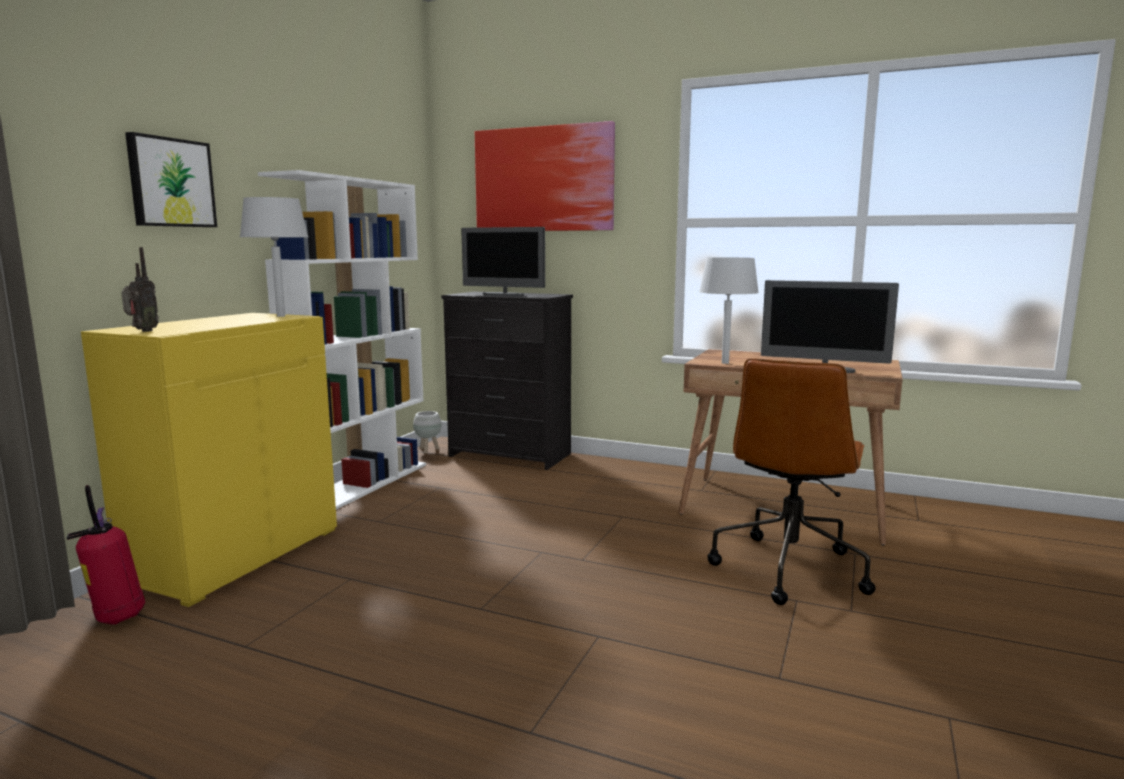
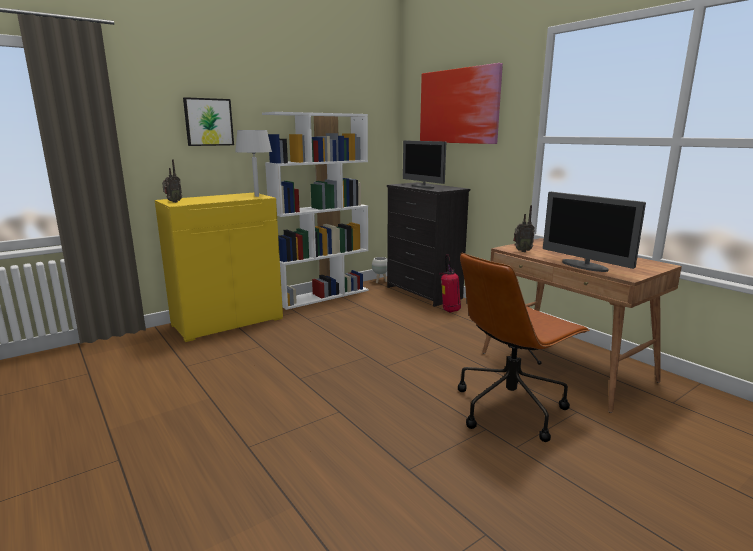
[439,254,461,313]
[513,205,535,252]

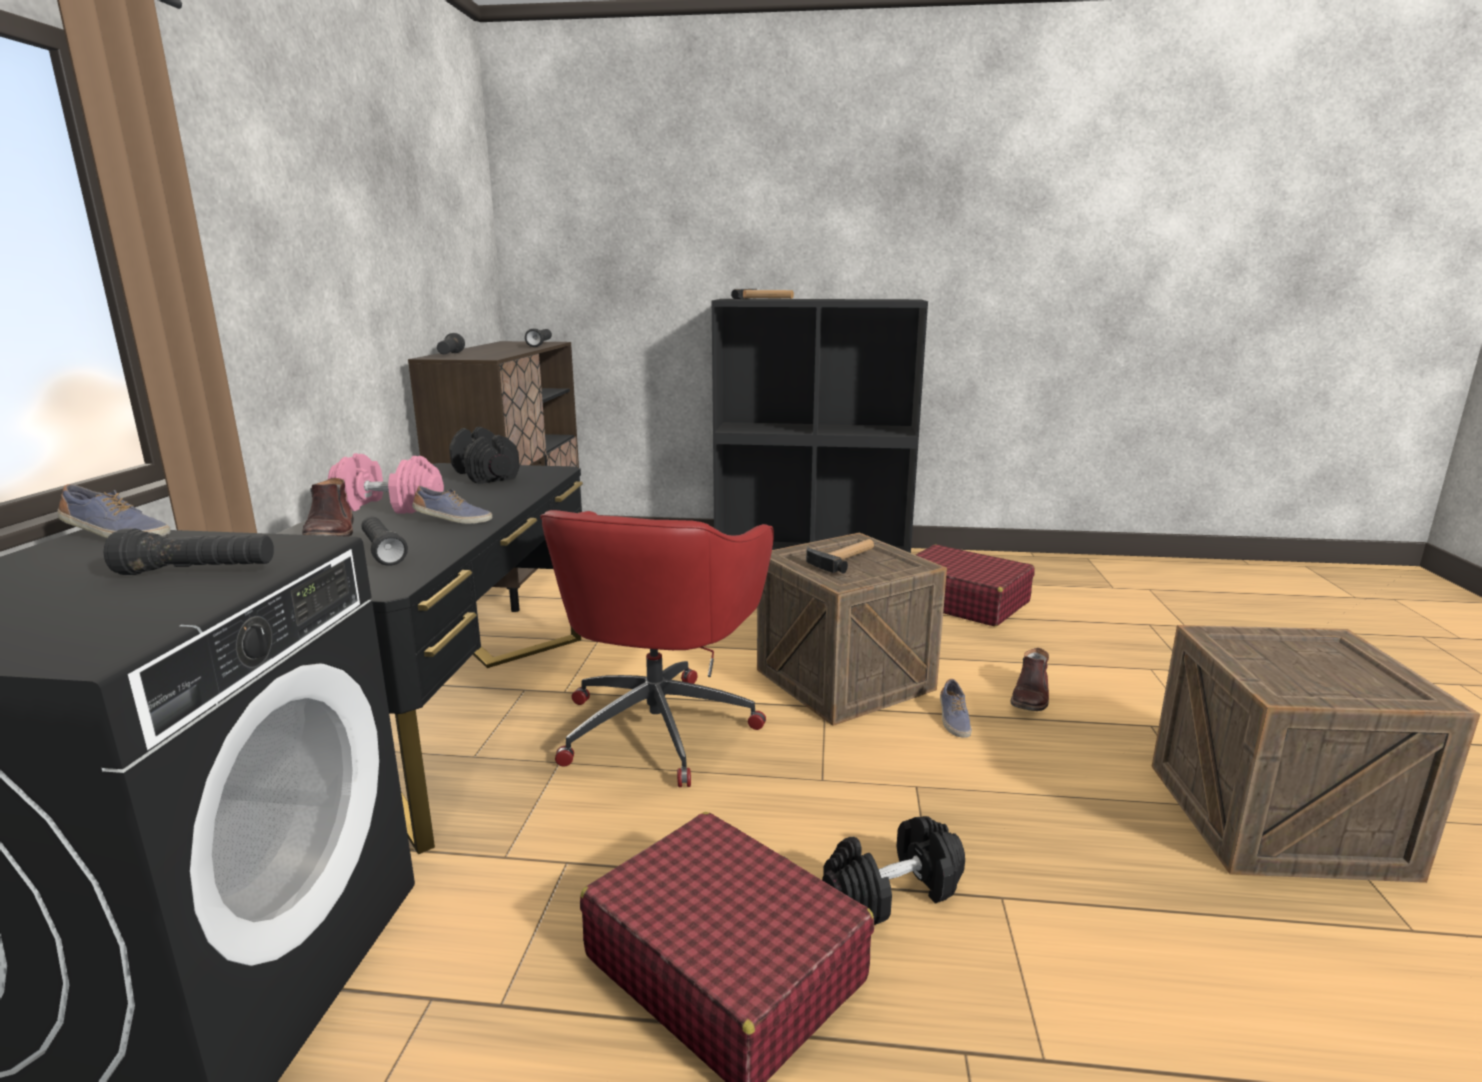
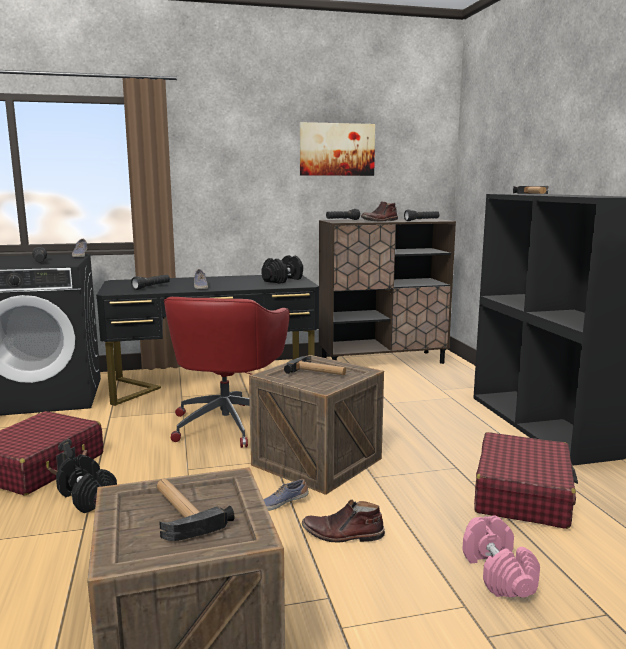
[361,202,398,222]
[462,515,540,597]
[164,297,290,448]
[157,479,234,541]
[300,122,375,176]

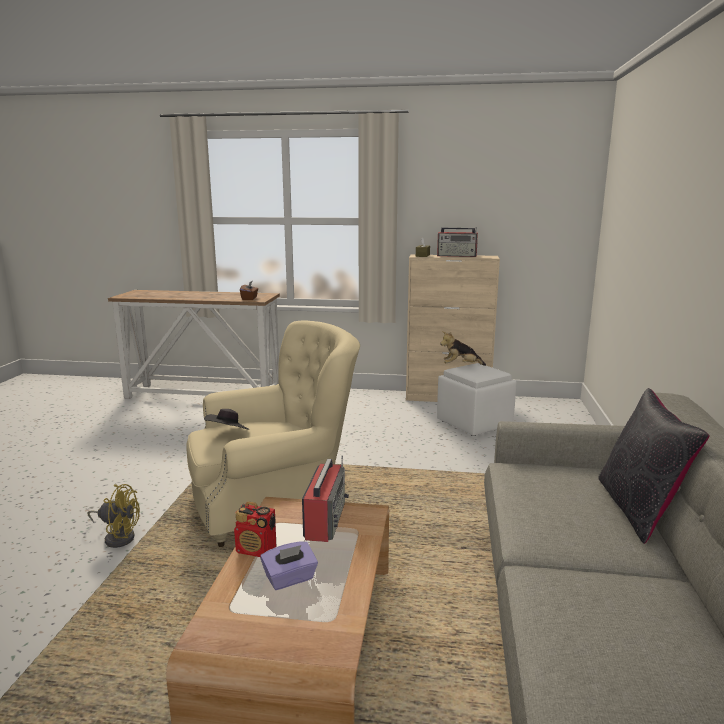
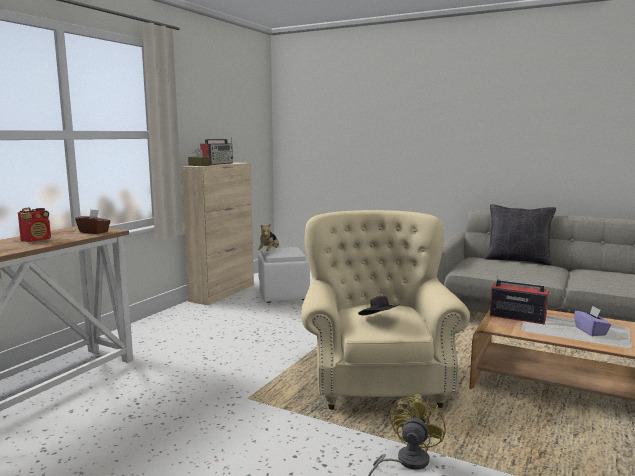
[18,208,51,242]

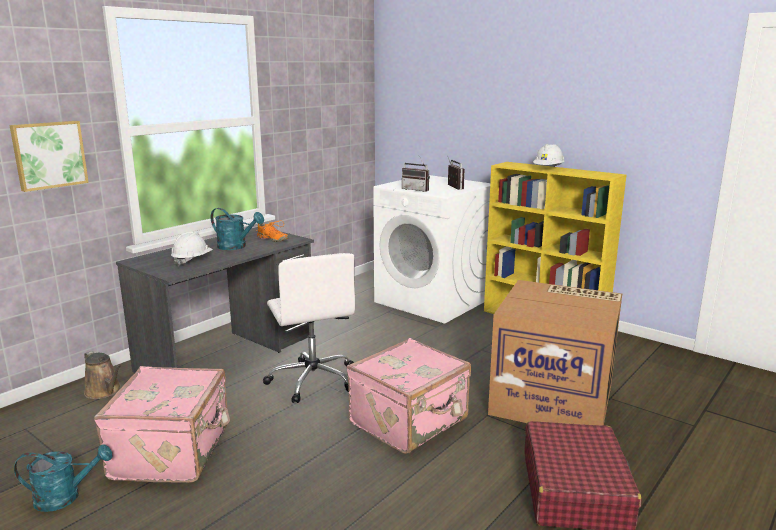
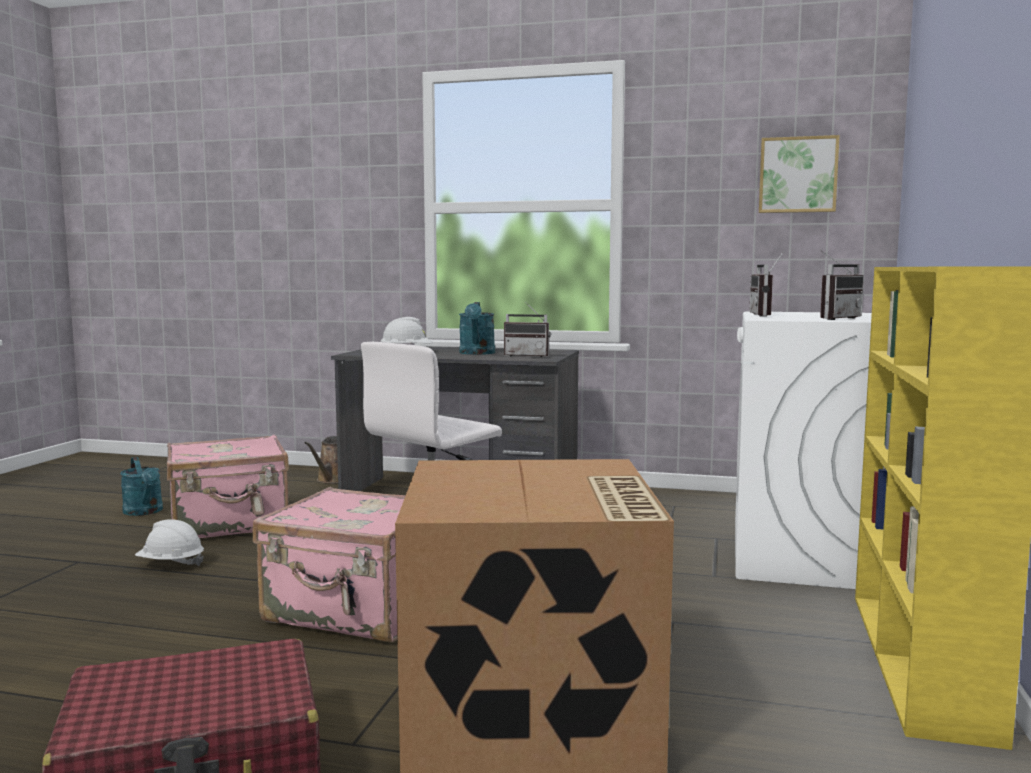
[759,135,840,213]
[504,302,551,357]
[135,519,204,566]

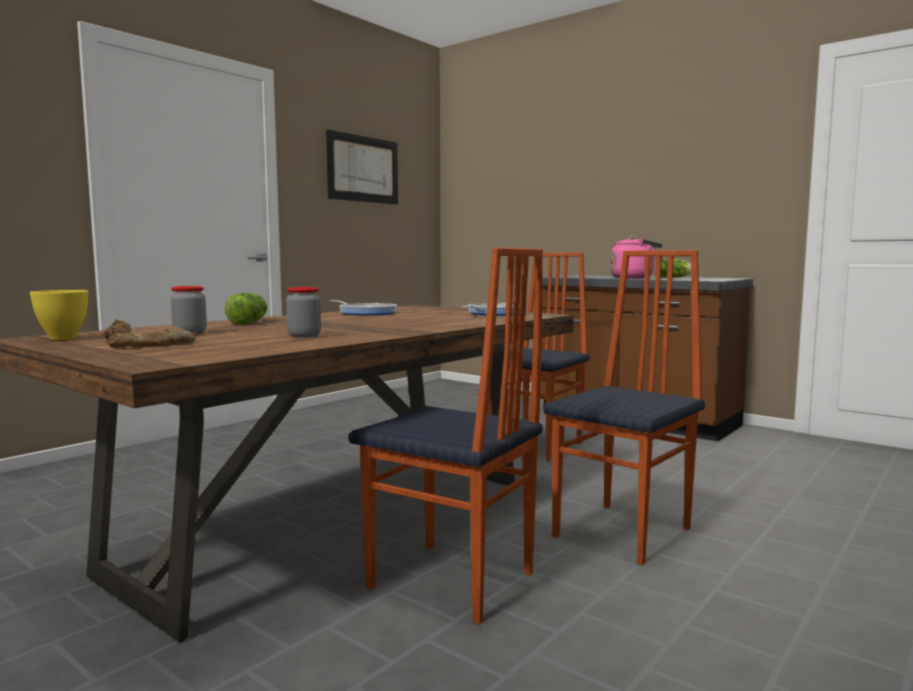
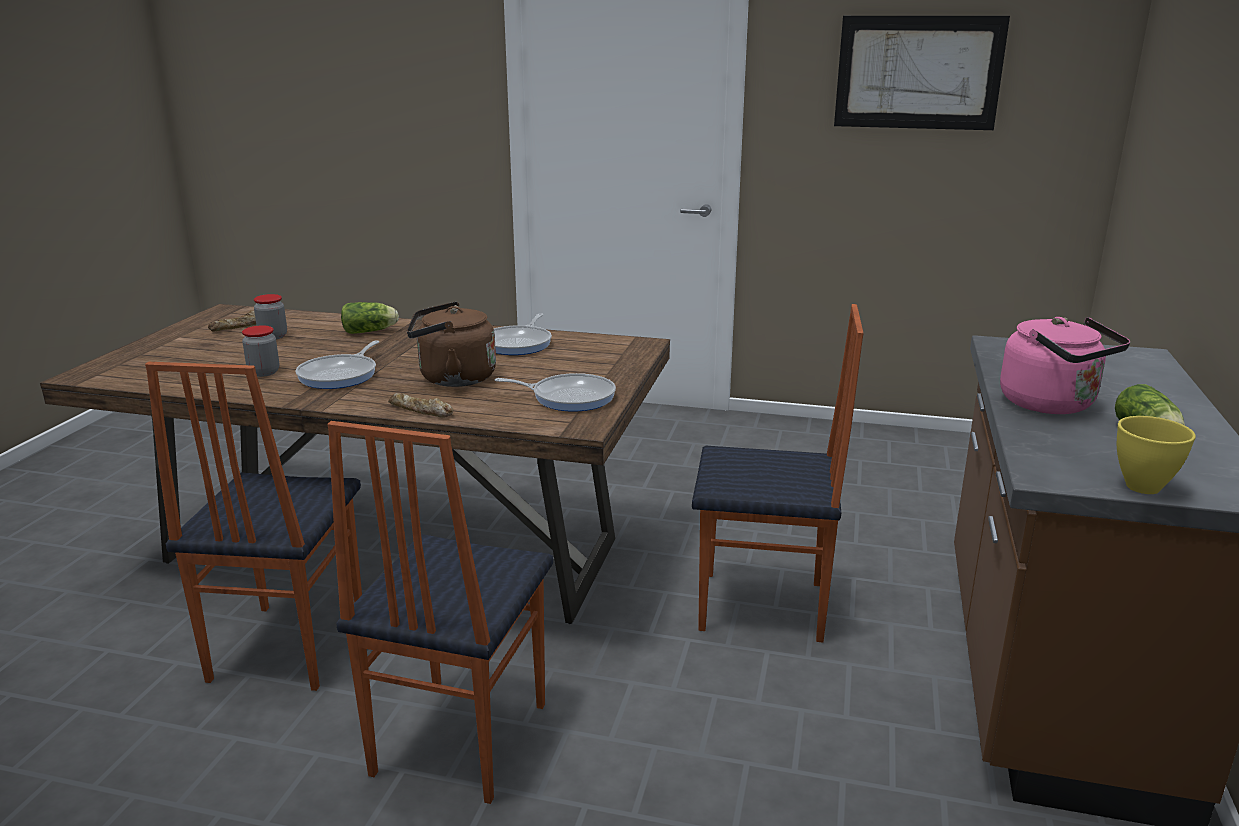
[1117,416,1196,494]
[388,393,453,418]
[328,421,553,804]
[295,341,379,389]
[407,302,496,387]

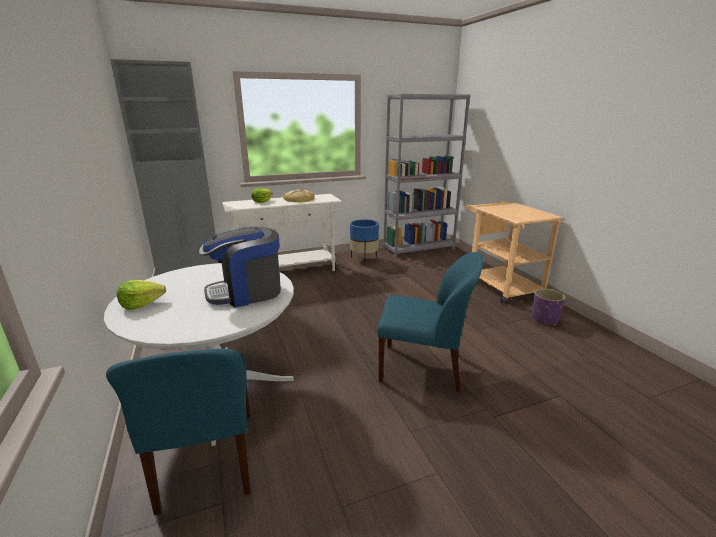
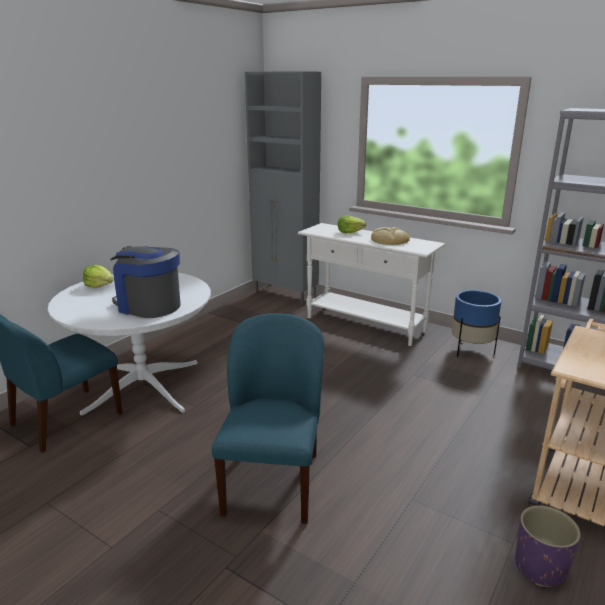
[212,313,324,524]

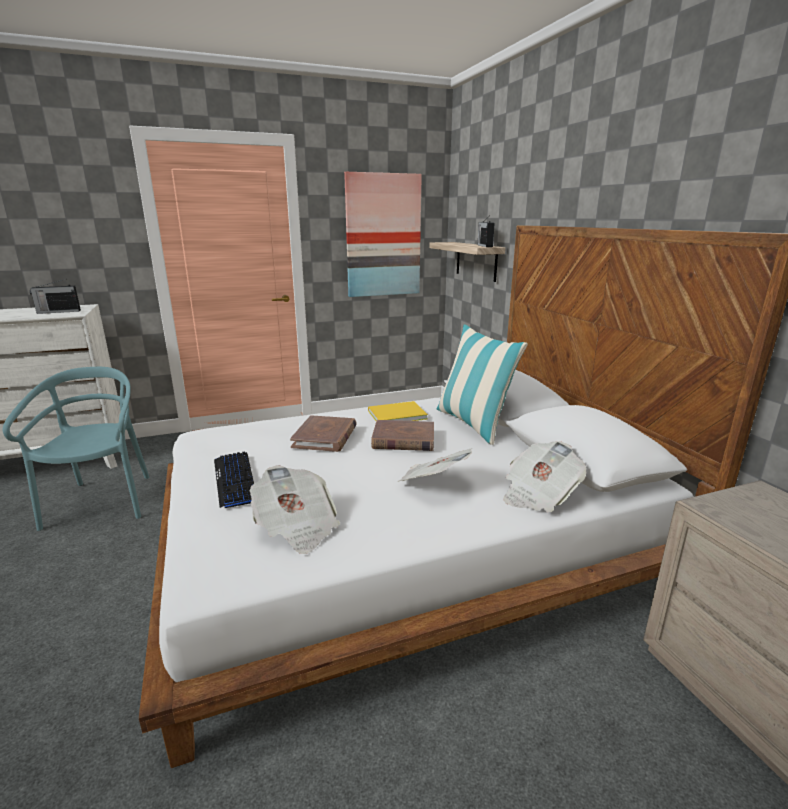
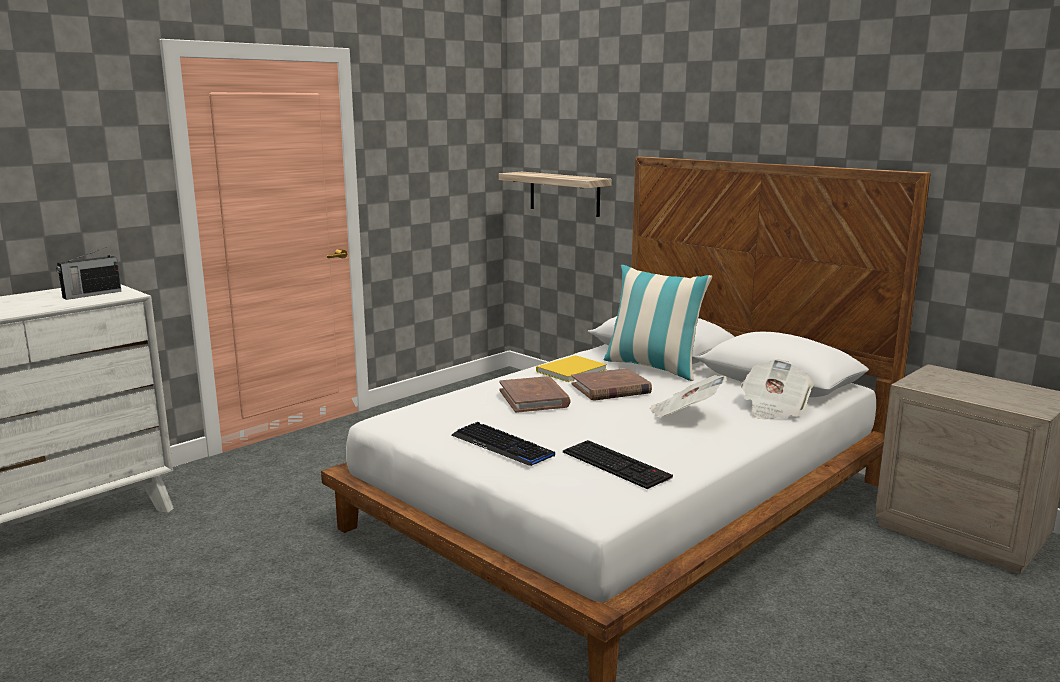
[3,367,149,531] (first image)
[563,440,673,489]
[344,172,422,297] (first image)
[478,218,495,247] (first image)

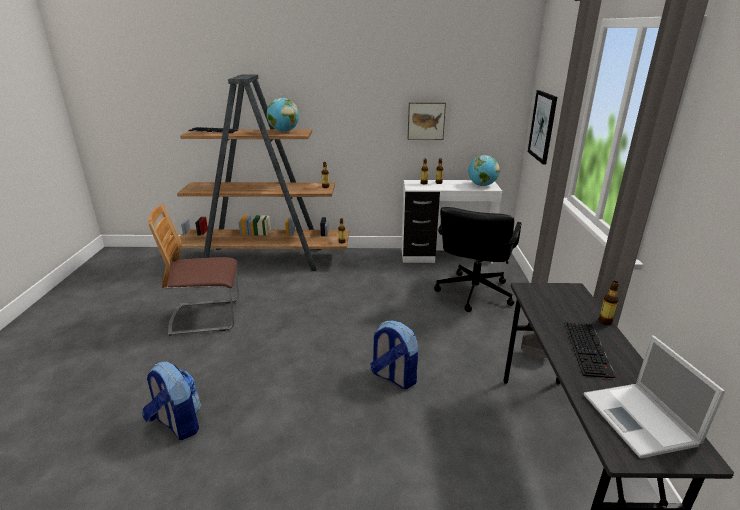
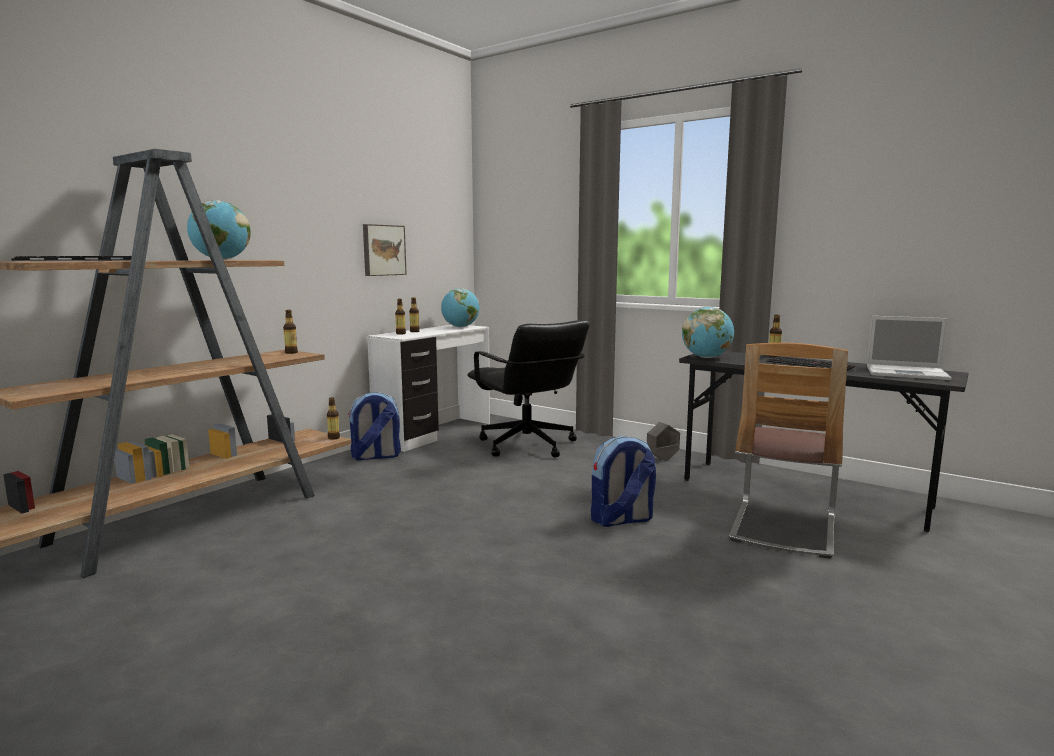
[348,392,401,461]
[729,343,848,559]
[528,90,557,164] (first image)
[682,307,734,358]

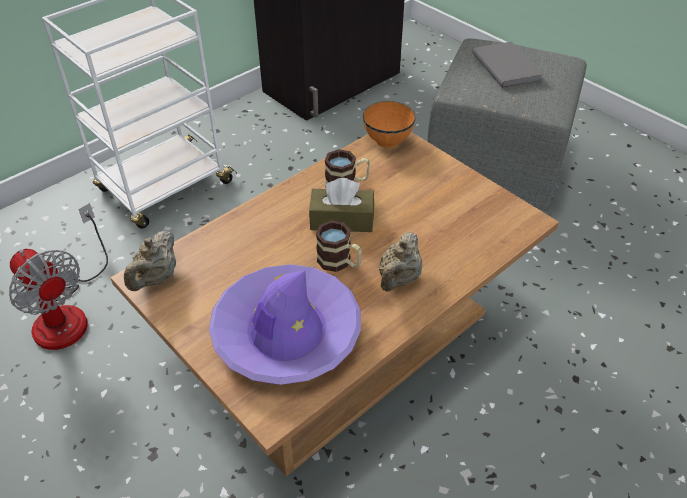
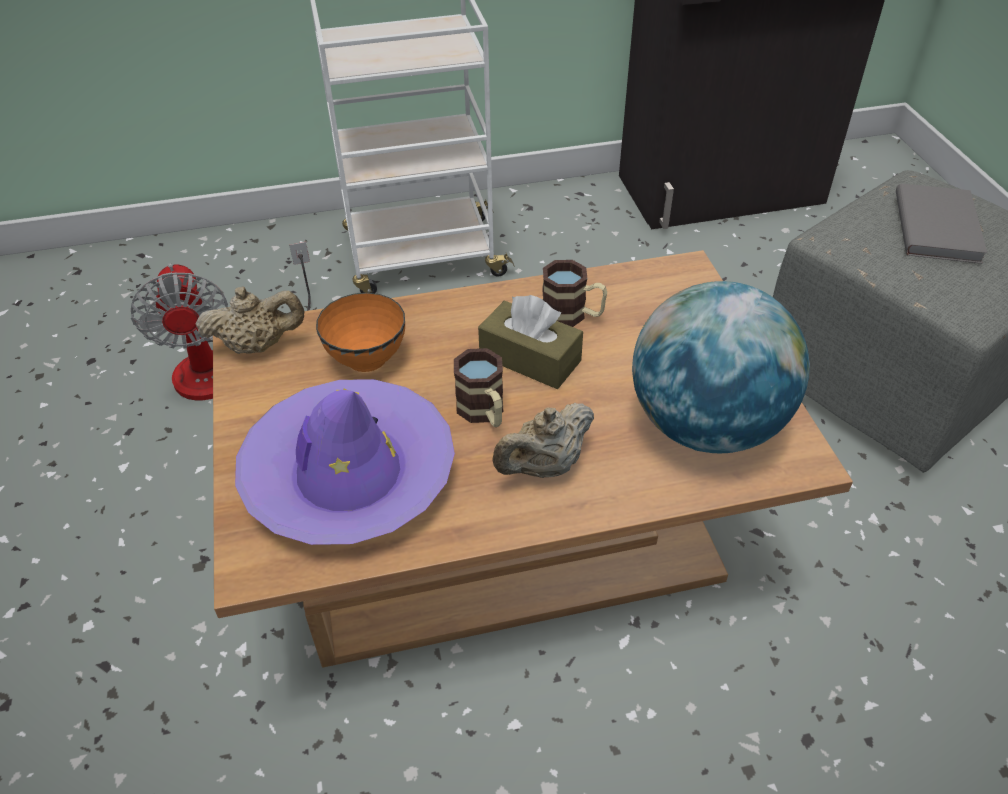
[195,286,305,354]
[316,293,405,372]
[632,281,810,453]

